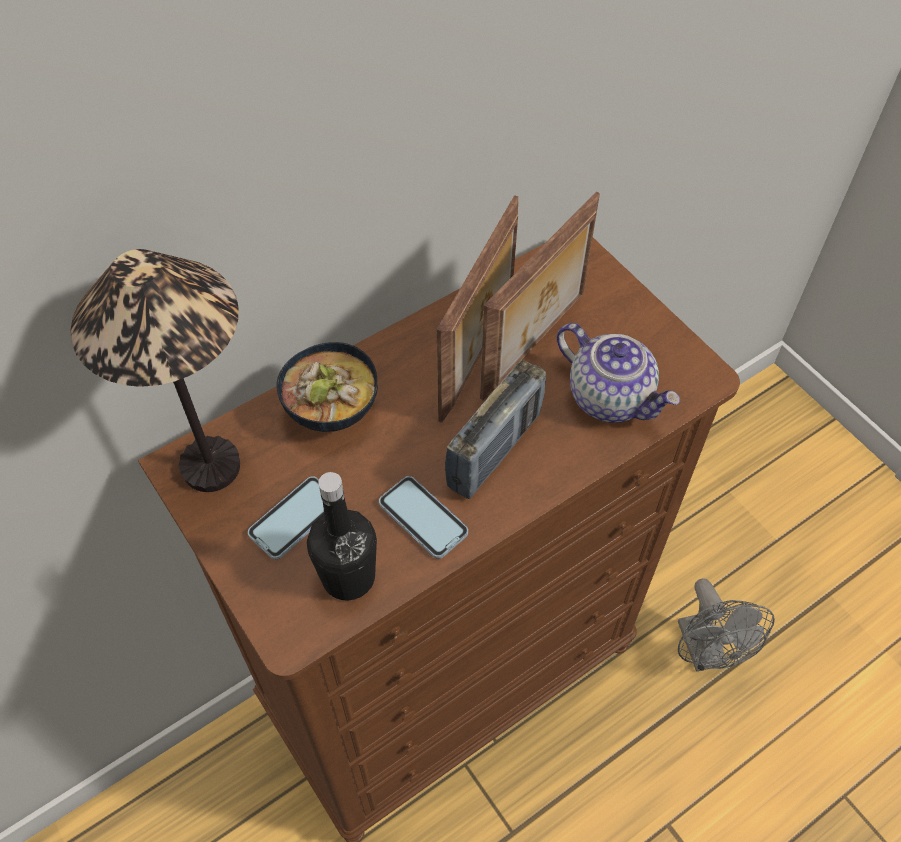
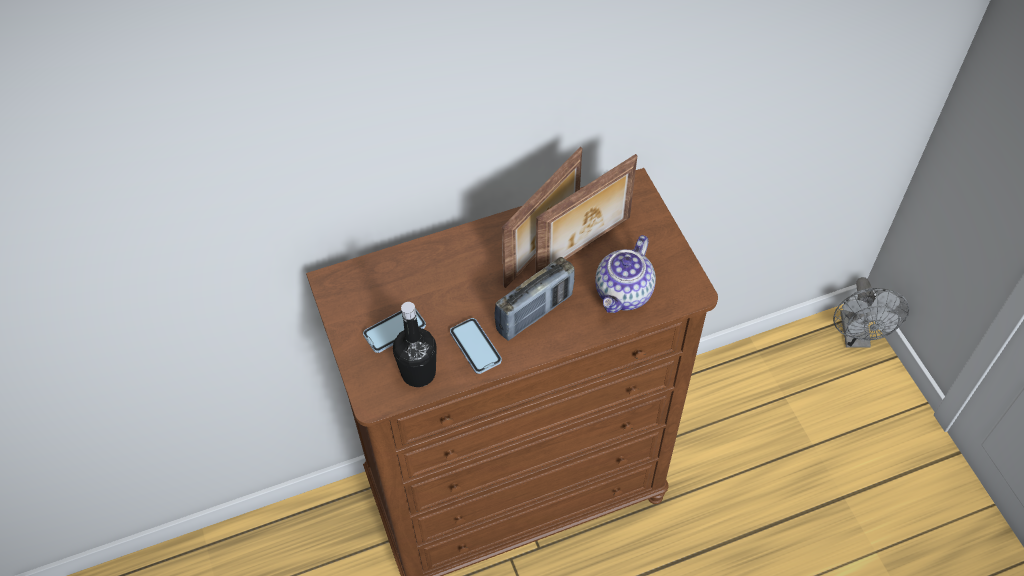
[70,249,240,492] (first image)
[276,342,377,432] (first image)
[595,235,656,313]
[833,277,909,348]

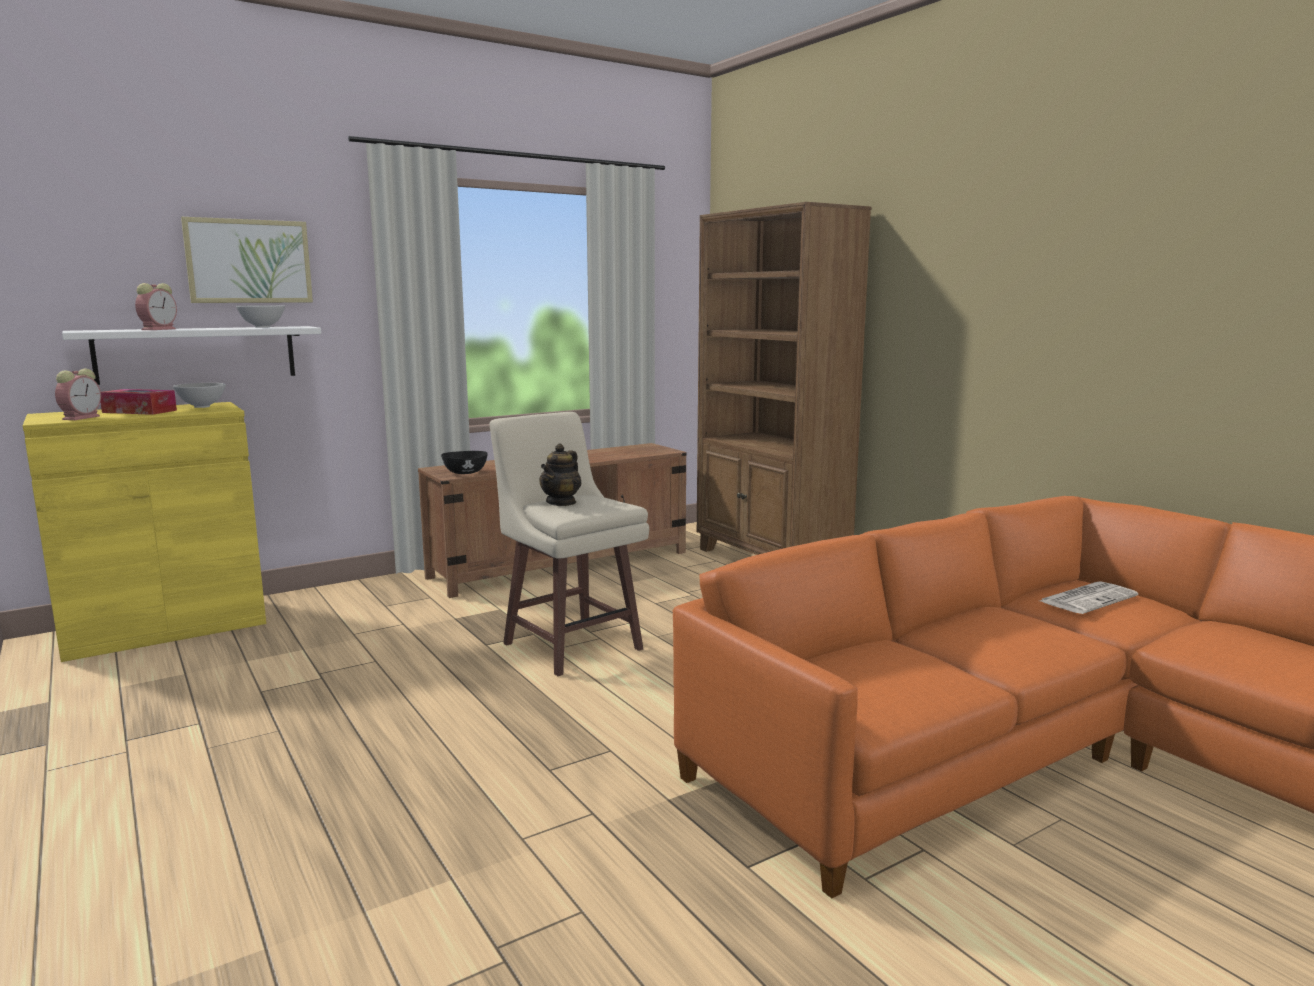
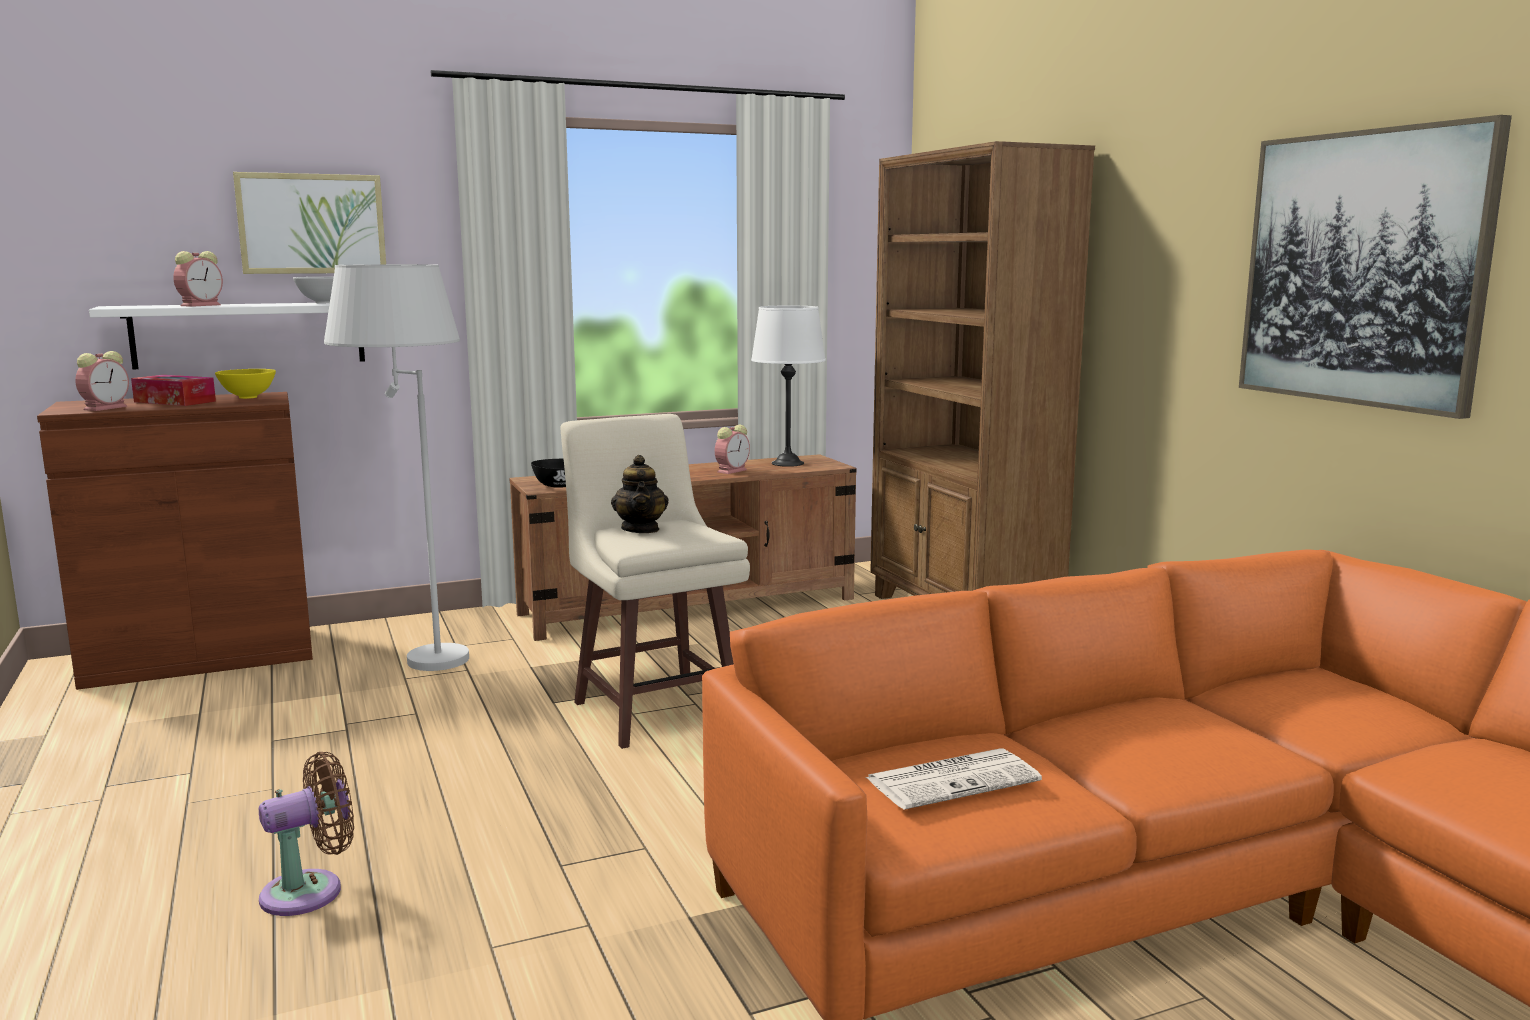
[37,392,313,690]
[215,369,276,399]
[611,455,669,533]
[865,748,1042,810]
[259,752,354,916]
[324,264,469,671]
[715,425,750,474]
[751,306,826,467]
[1239,115,1512,419]

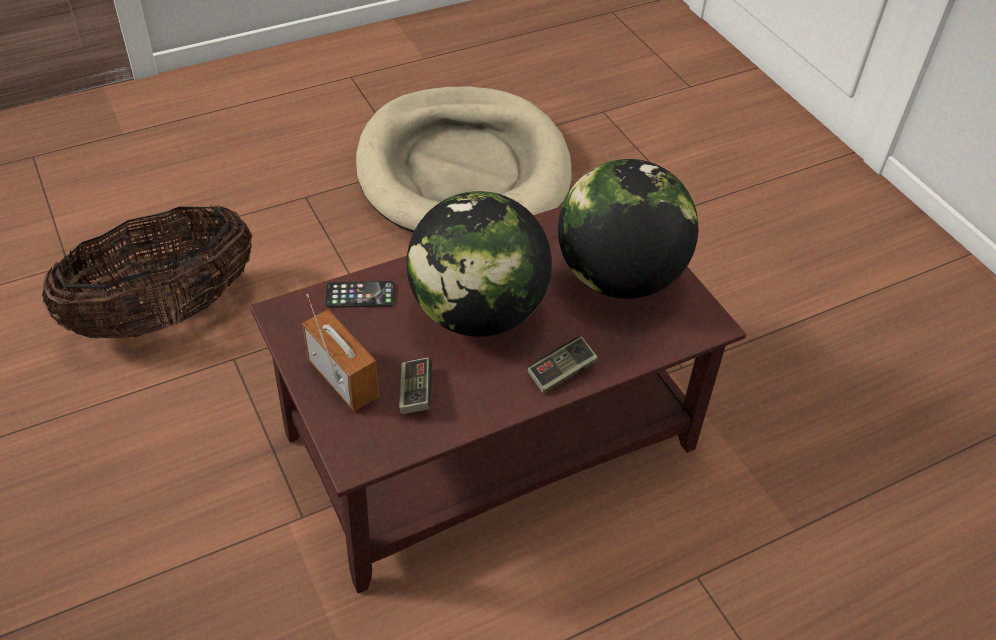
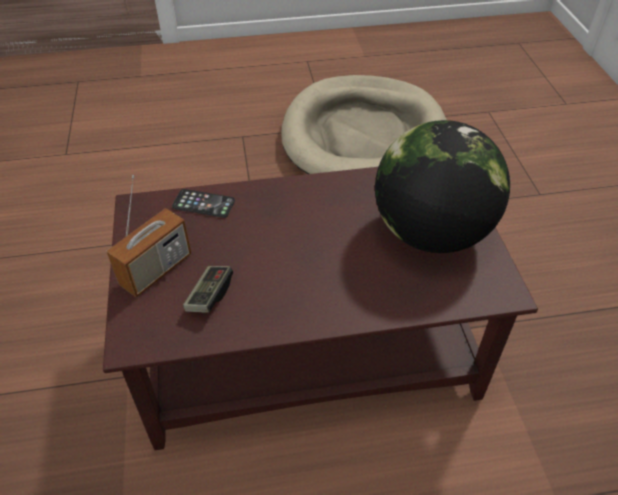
[42,205,252,338] (first image)
[106,175,191,297]
[406,191,552,337] (first image)
[527,336,598,394] (first image)

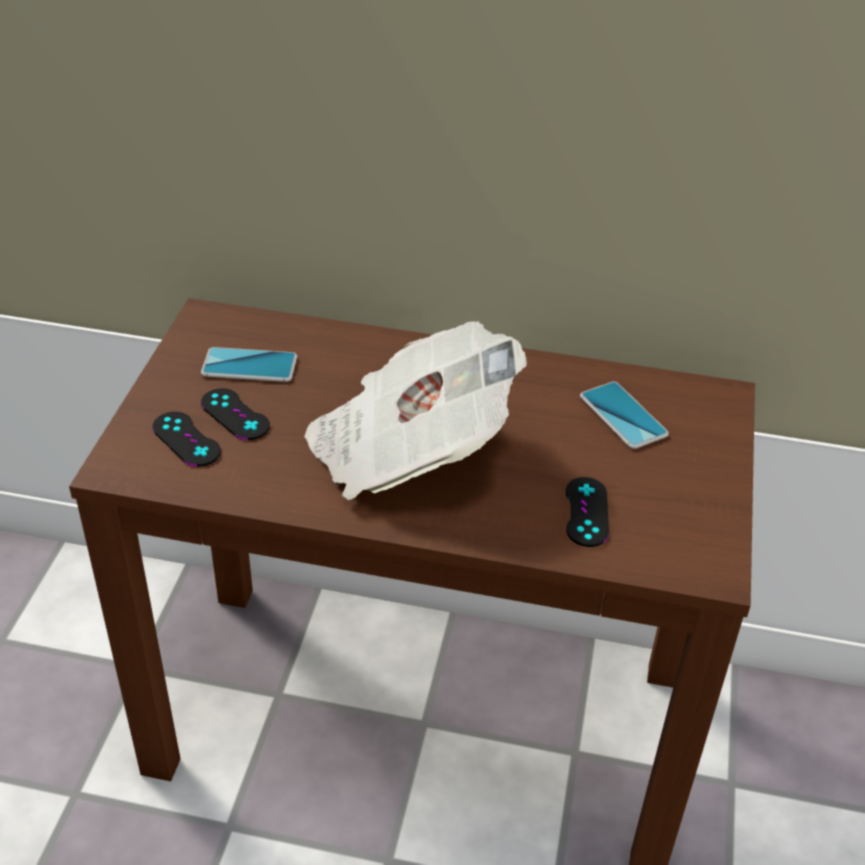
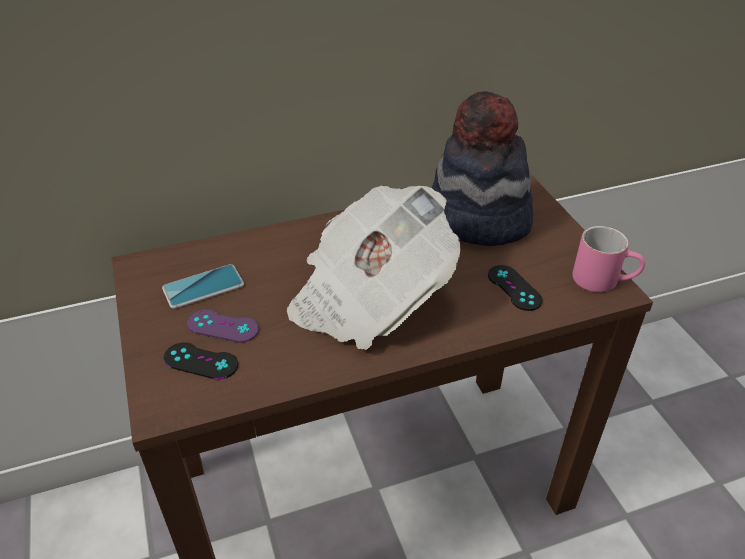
[187,310,259,343]
[432,91,533,246]
[572,226,645,292]

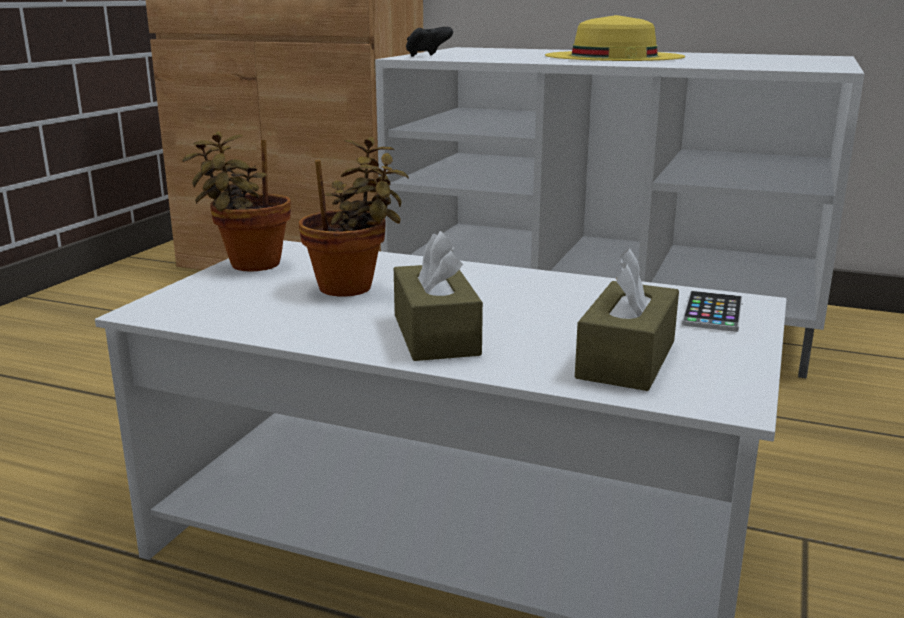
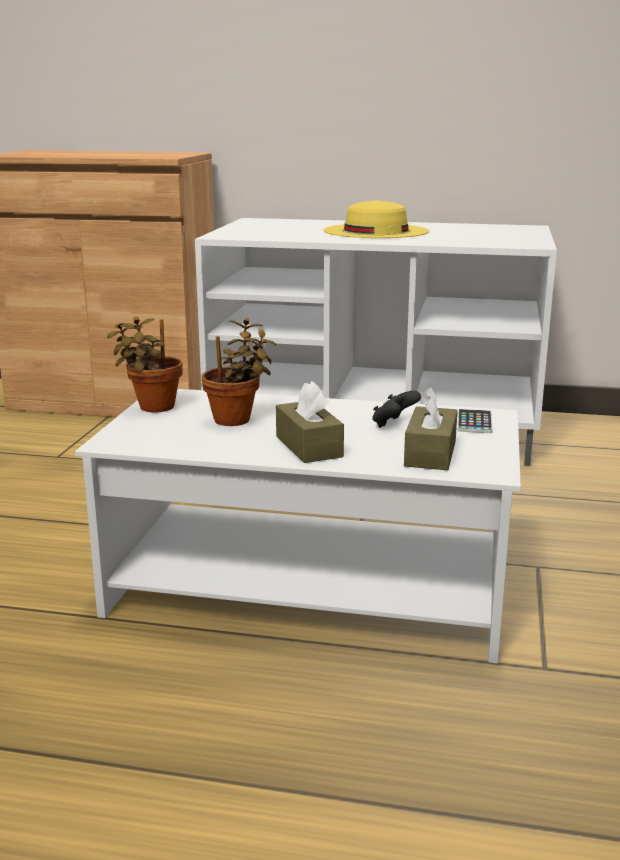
[372,391,421,428]

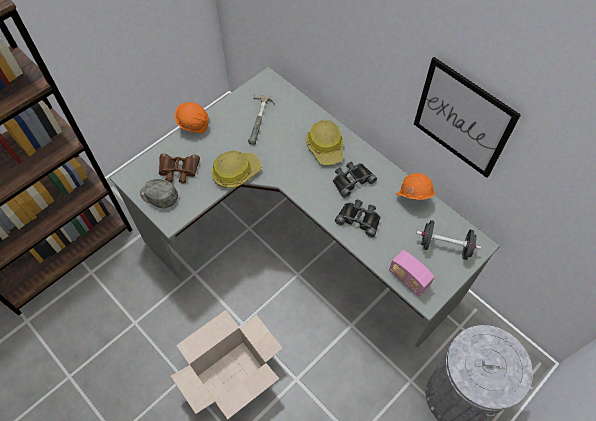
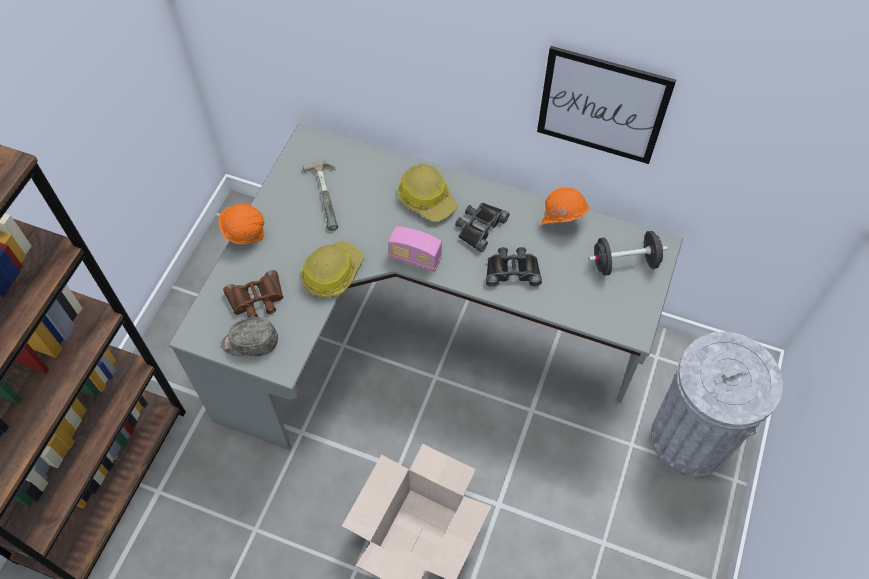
[388,226,442,272]

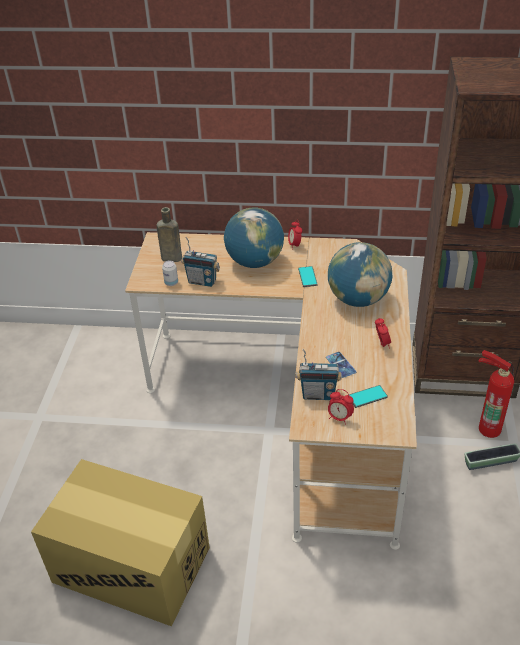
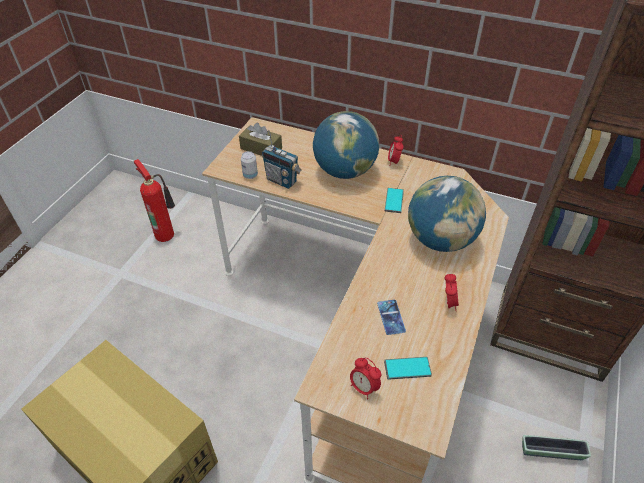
[239,123,282,156]
[296,349,342,400] (first image)
[134,159,175,242]

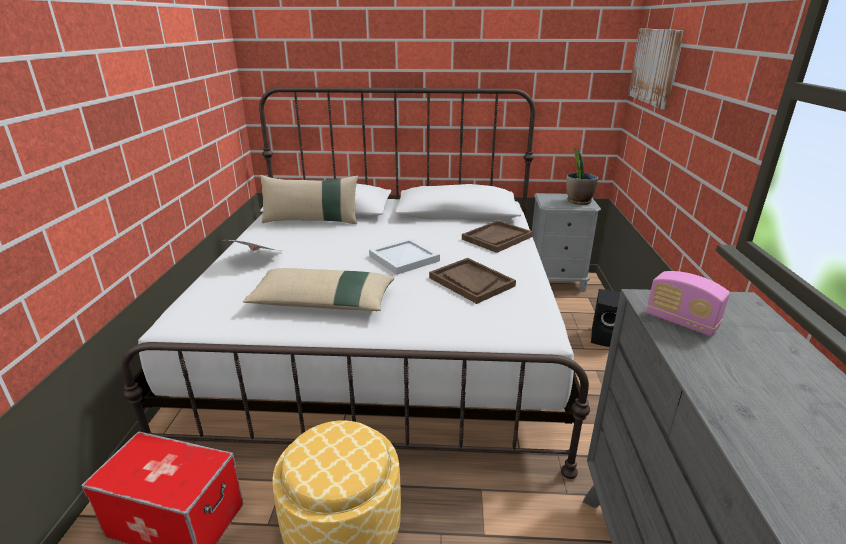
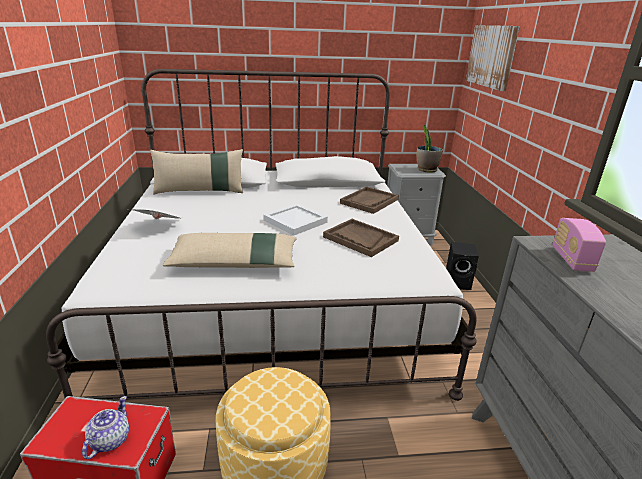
[552,218,606,272]
[82,396,129,459]

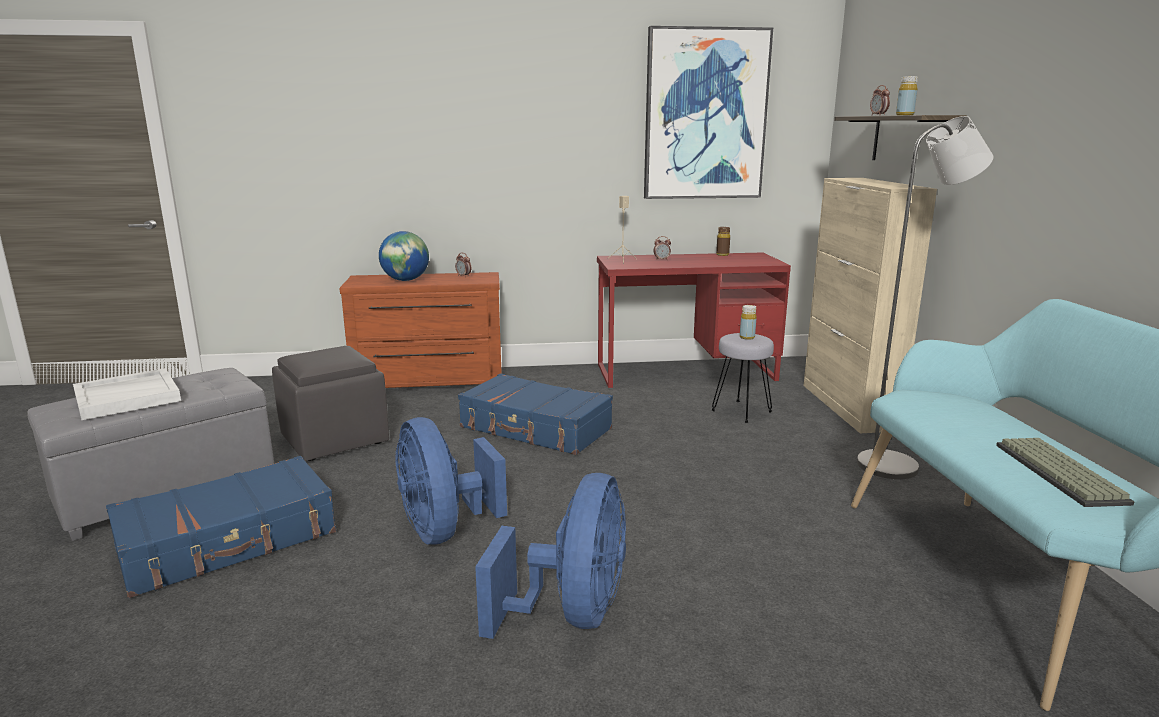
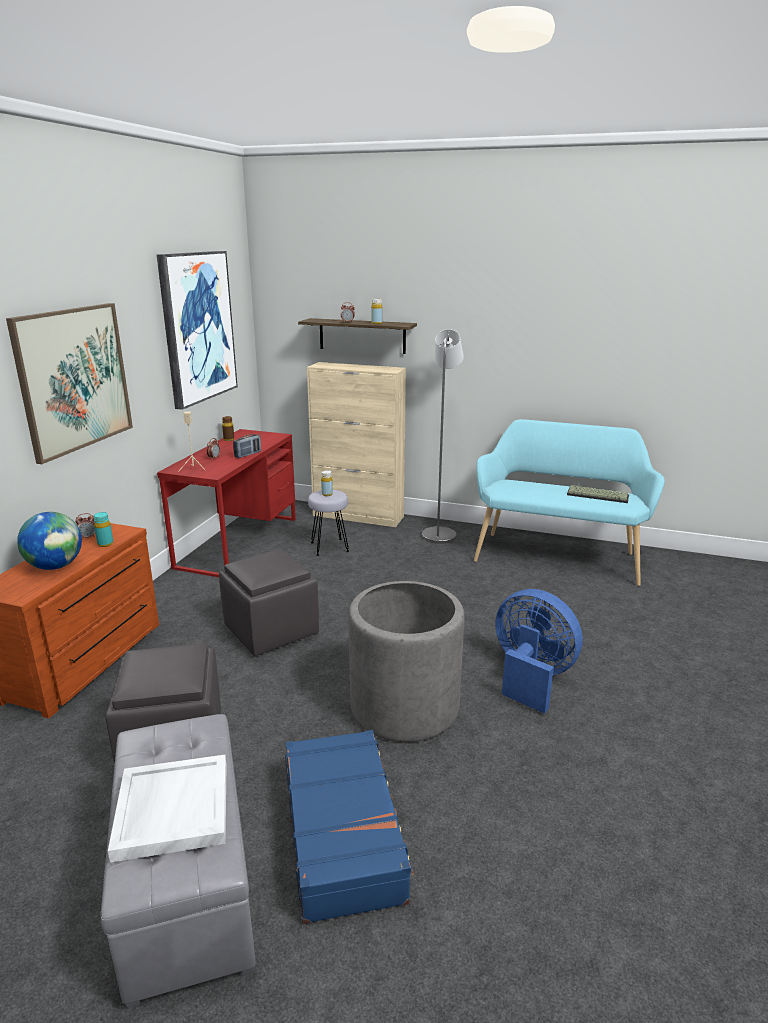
[348,581,465,742]
[219,549,319,656]
[6,303,133,464]
[93,512,113,547]
[233,434,261,458]

